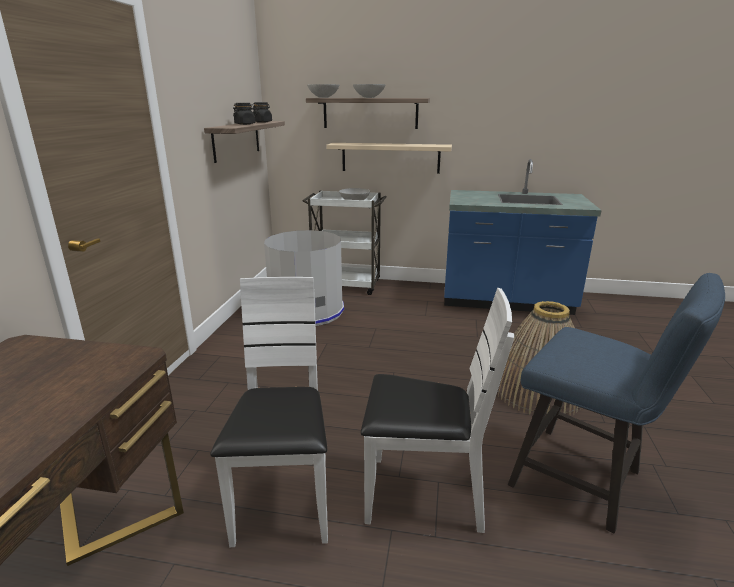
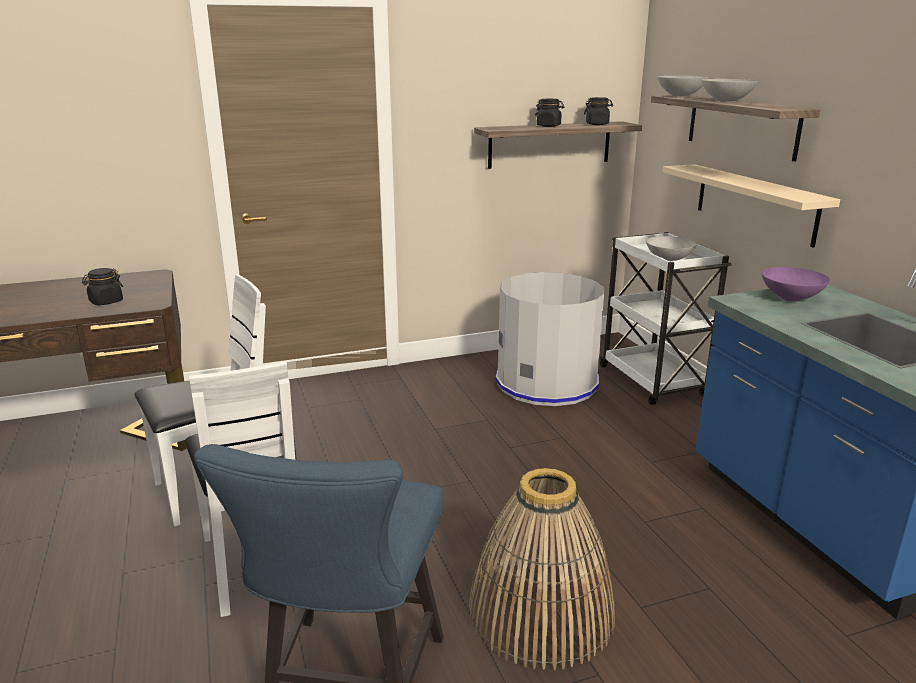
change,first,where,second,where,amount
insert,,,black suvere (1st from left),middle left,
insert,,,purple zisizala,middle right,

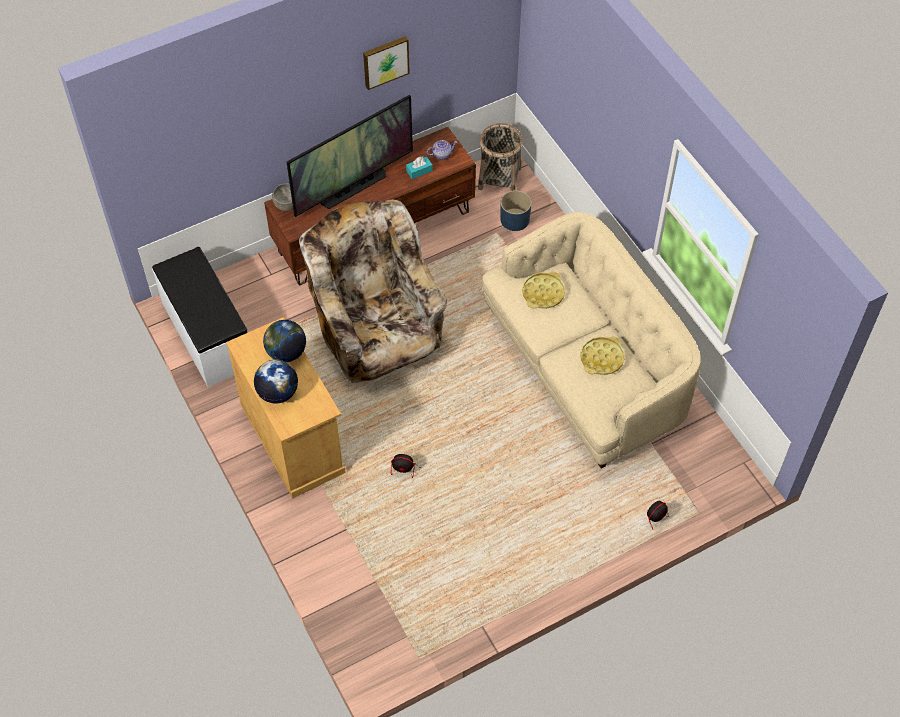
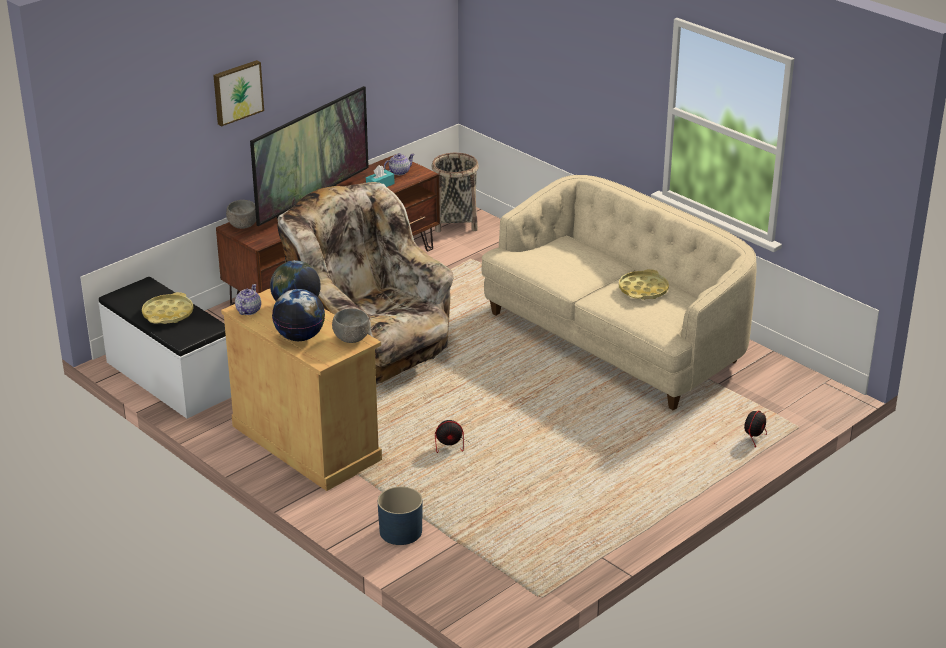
change,first,where,second,where,amount
move,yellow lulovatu (1st from left),centre,,middle left,
move,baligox,top centre,,top left,
insert,,,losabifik (1st from left),middle left,
insert,,,grey zisizala (2nd from left),centre,
move,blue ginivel,top centre,,bottom centre,

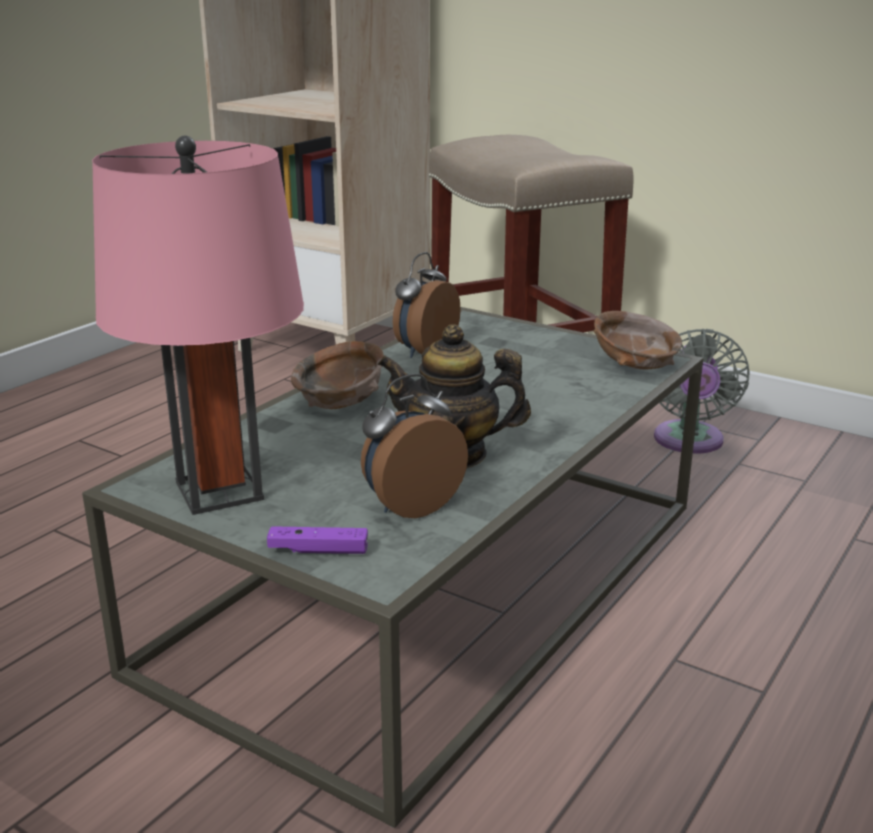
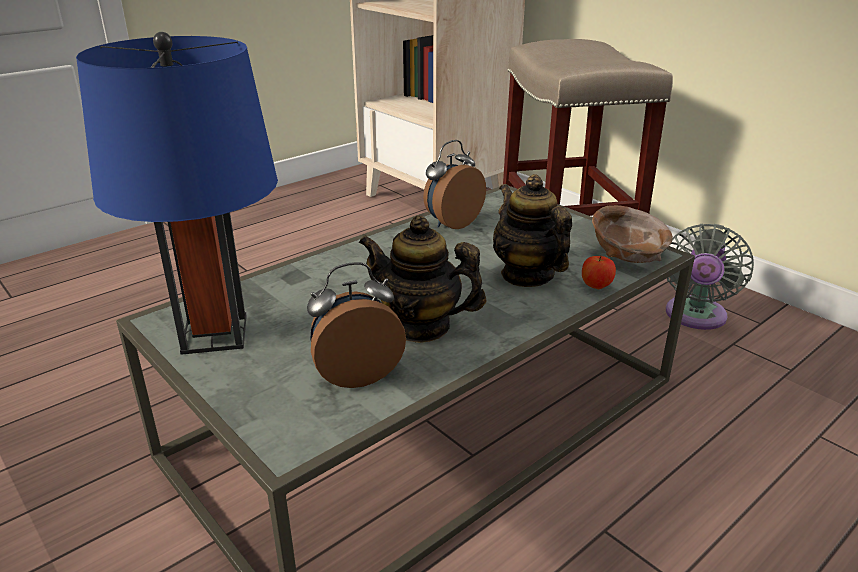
change,first,where,second,where,amount
recolor,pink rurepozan,middle left,blue rurepozan,middle left,
insert,,,losabifik (2nd from left),centre,
insert,,,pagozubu,middle right,
delete,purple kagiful,centre,,,
delete,brown zisizala (1st from left),centre,,,

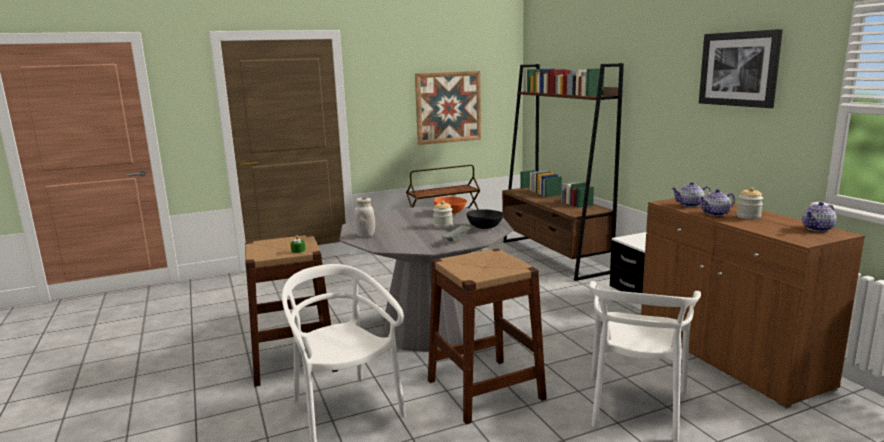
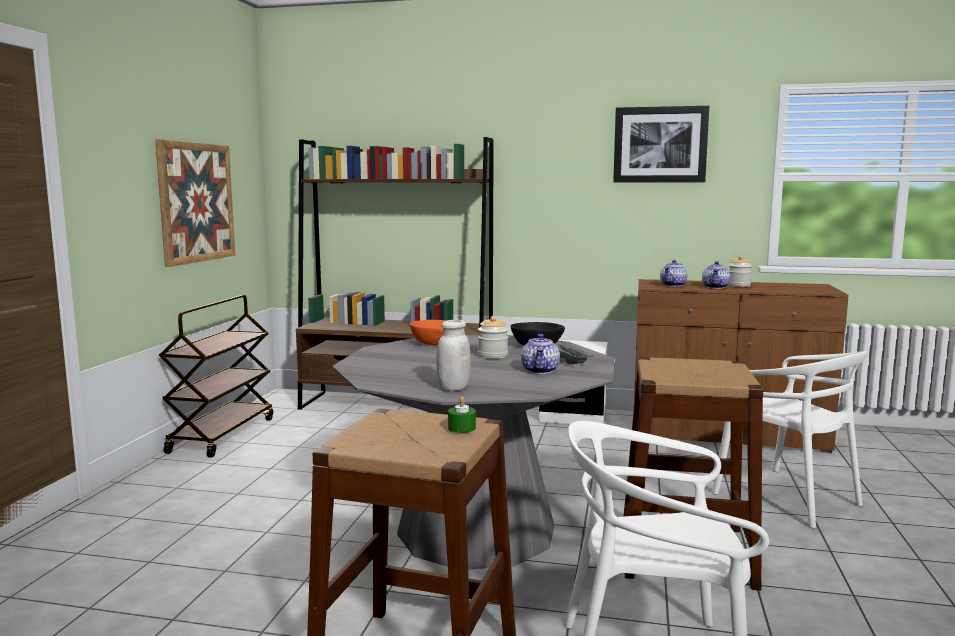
change,first,where,second,where,amount
move,losabifik (3rd from left in the first image),middle right,losabifik (1st from left),centre,

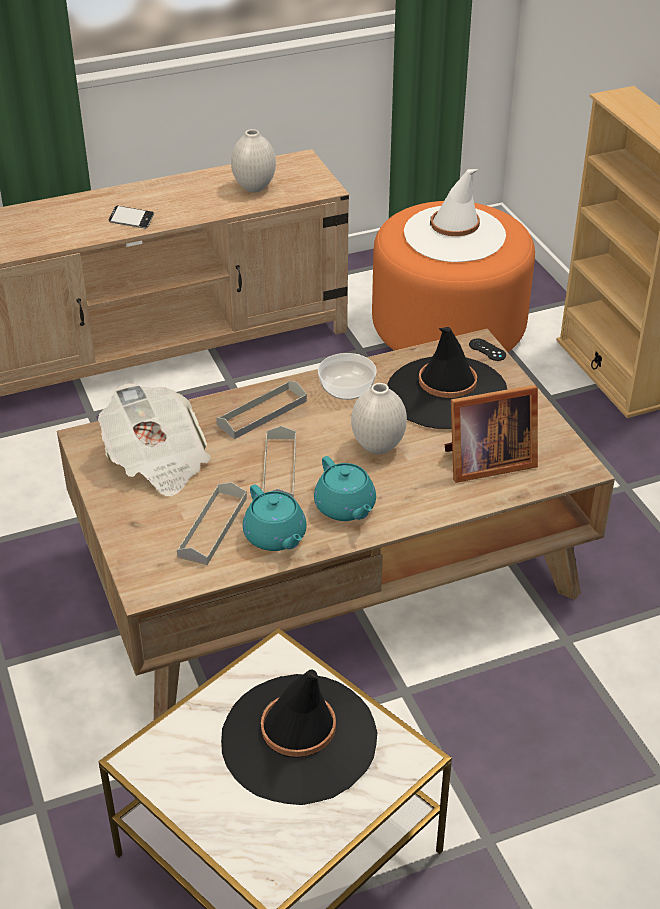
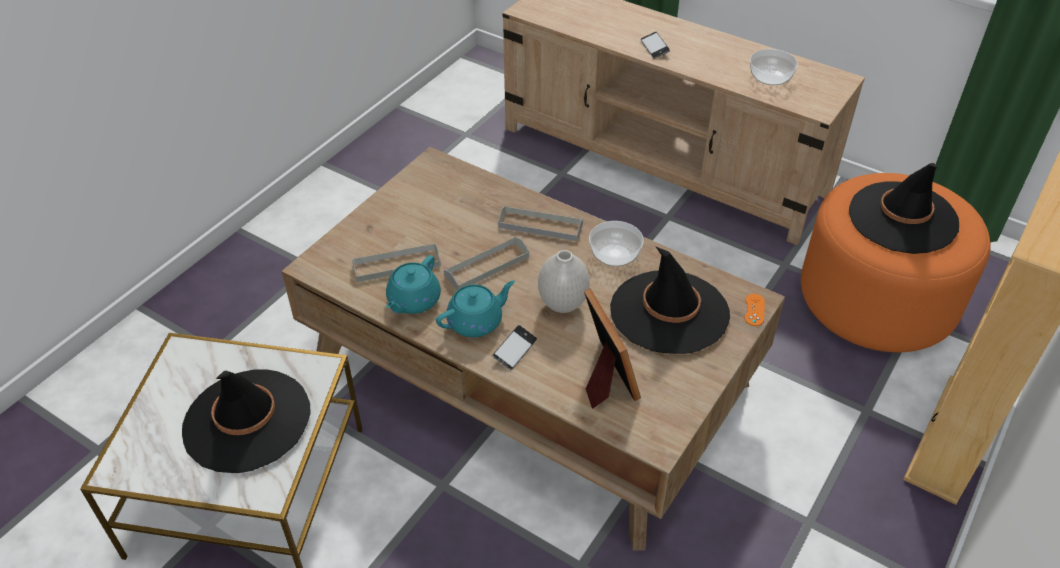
change,first,where,second,where,amount
rotate,turquoise losabifik (2nd from left),centre,,centre,150 degrees counterclockwise
insert,,,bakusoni (1st from left),centre,
rotate,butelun,middle right,,centre,150 degrees counterclockwise
recolor,black kagiful,middle right,orange kagiful,middle right,
replace,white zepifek (1st from left),top centre,zisizala (2nd from left),top right,
recolor,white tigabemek,top right,black tigabemek (3rd from left),middle right,
delete,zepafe,middle left,,,

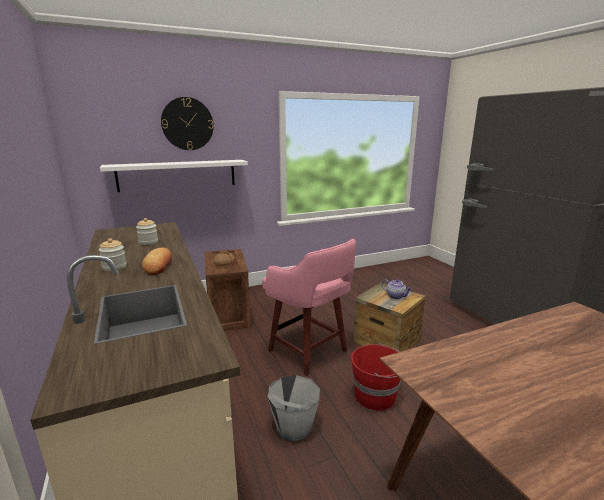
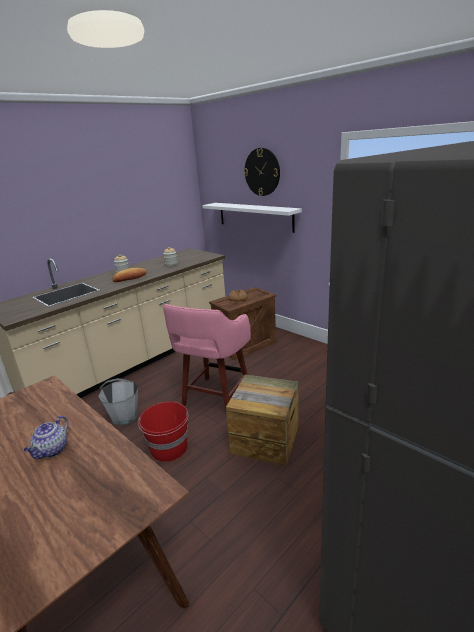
change,first,where,second,where,amount
move,losabifik,centre,,bottom left,

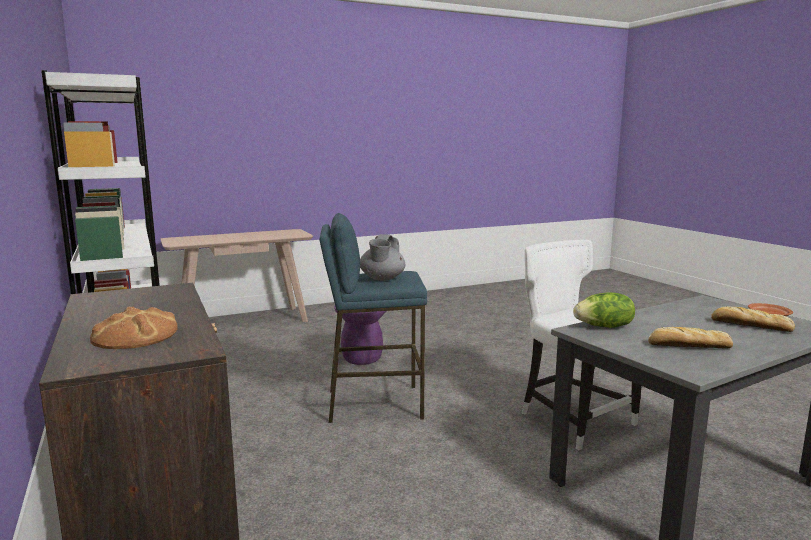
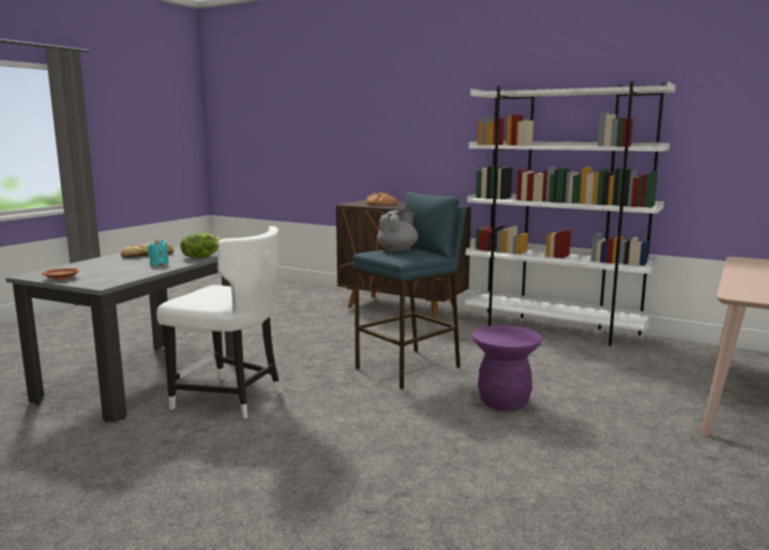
change,first,where,second,where,amount
insert,,,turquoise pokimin,middle left,
rotate,grey losabifik,centre,,centre,60 degrees clockwise
delete,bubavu (3rd from left),middle right,,,

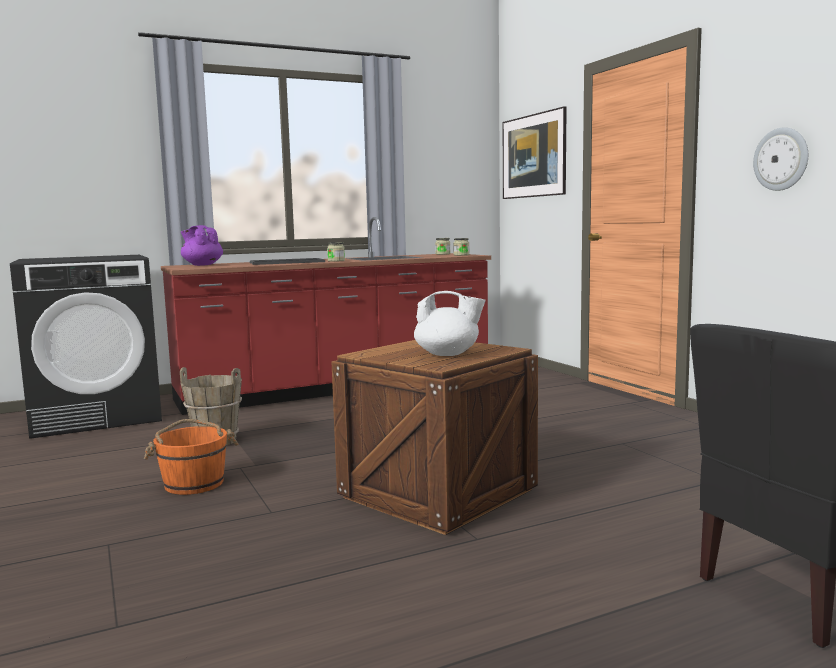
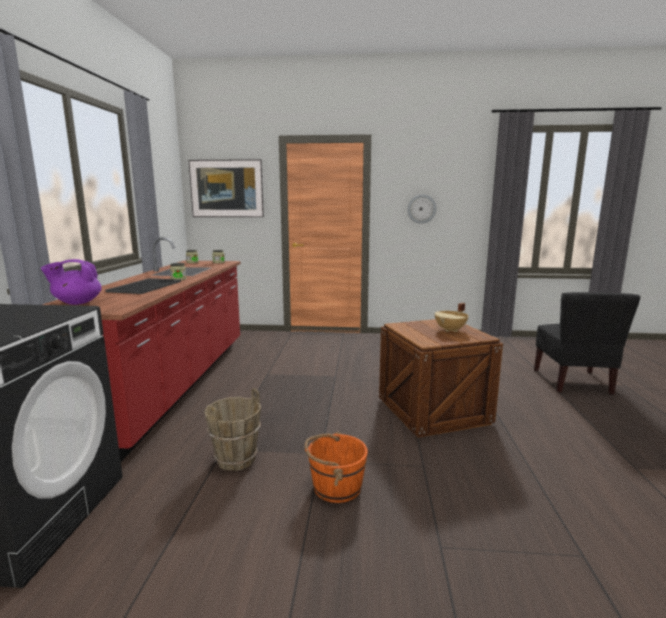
change,first,where,second,where,amount
replace,white losabifik,centre,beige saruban,middle right,

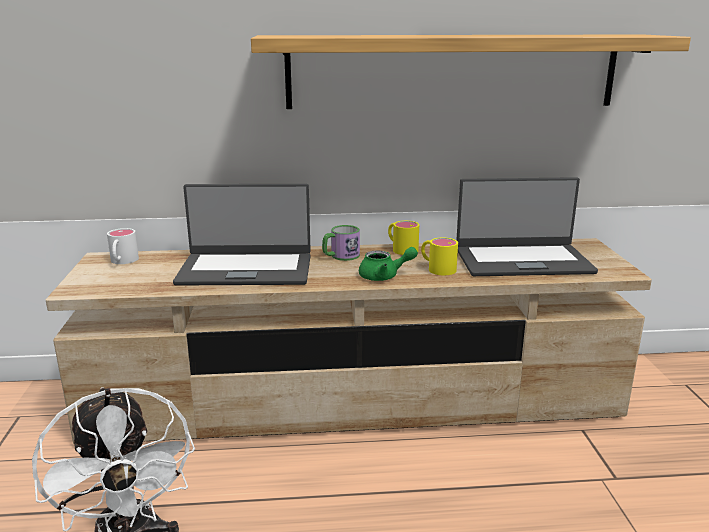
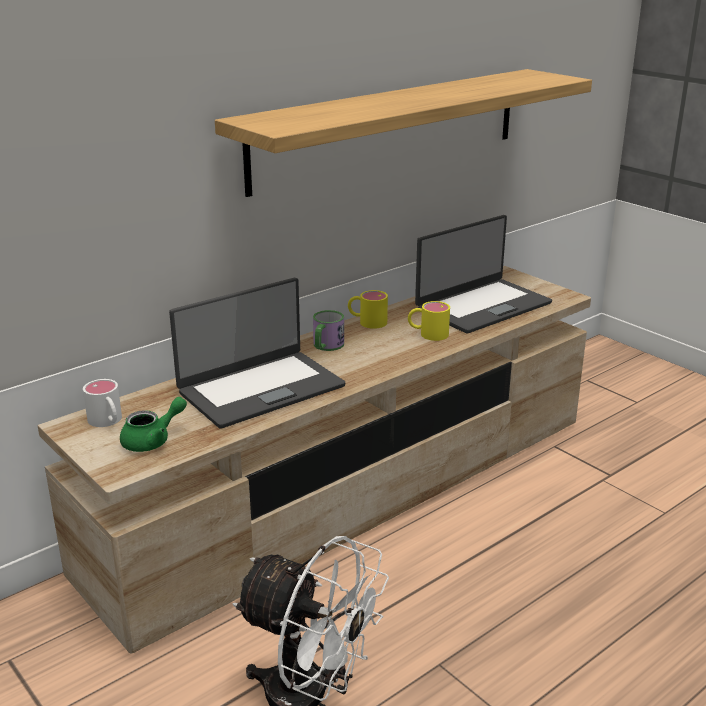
change,first,where,second,where,amount
move,green losabifik,centre,,middle left,

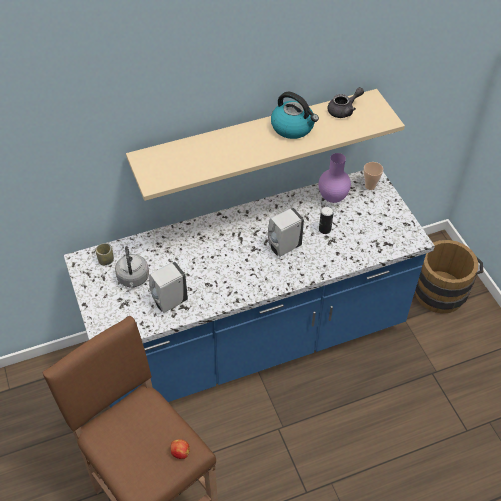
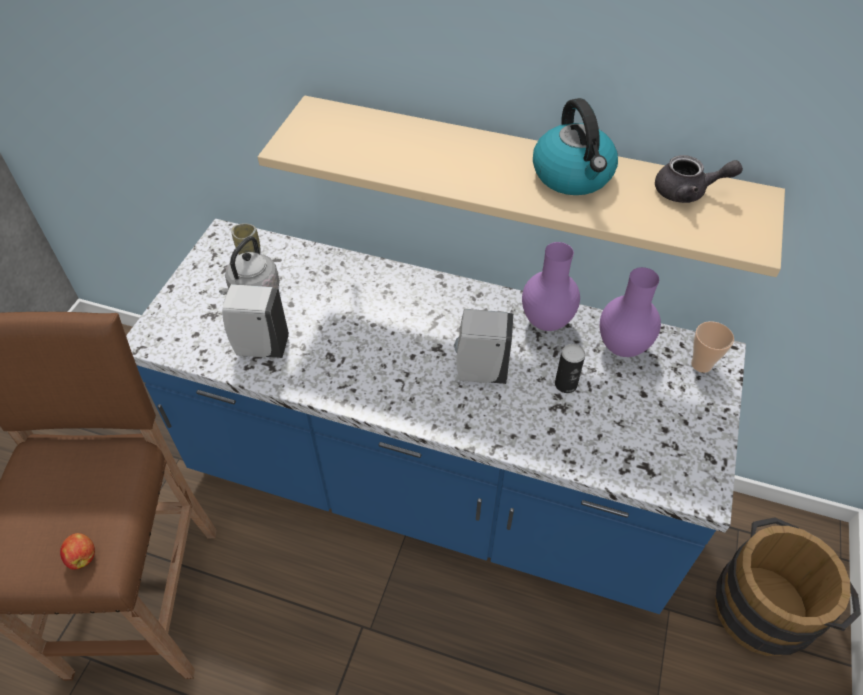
change,first,where,second,where,amount
insert,,,purple zepifek (1st from left),centre,

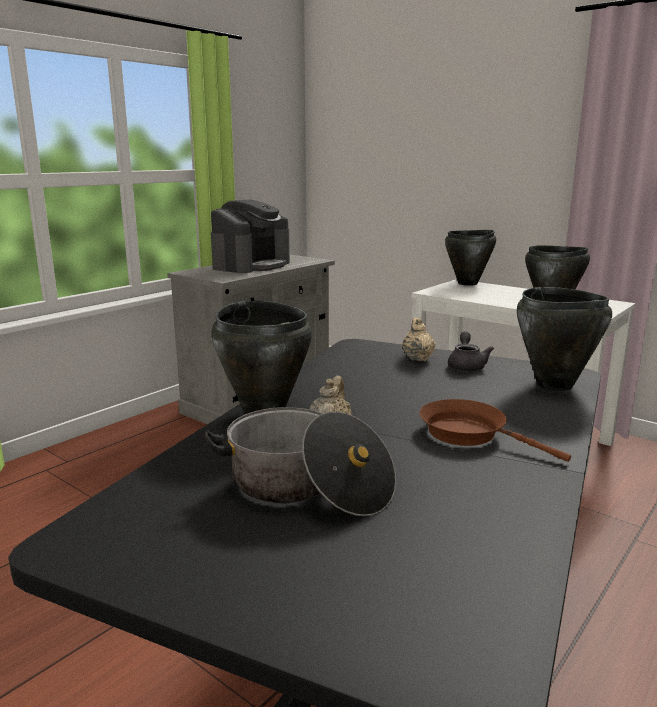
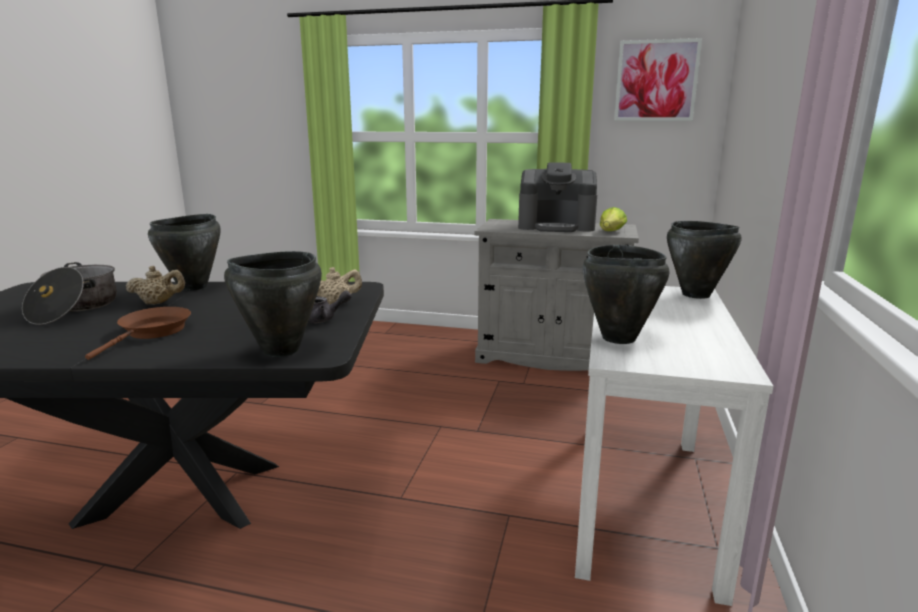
change,first,where,second,where,amount
insert,,,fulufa,middle right,
insert,,,baligox,top right,

